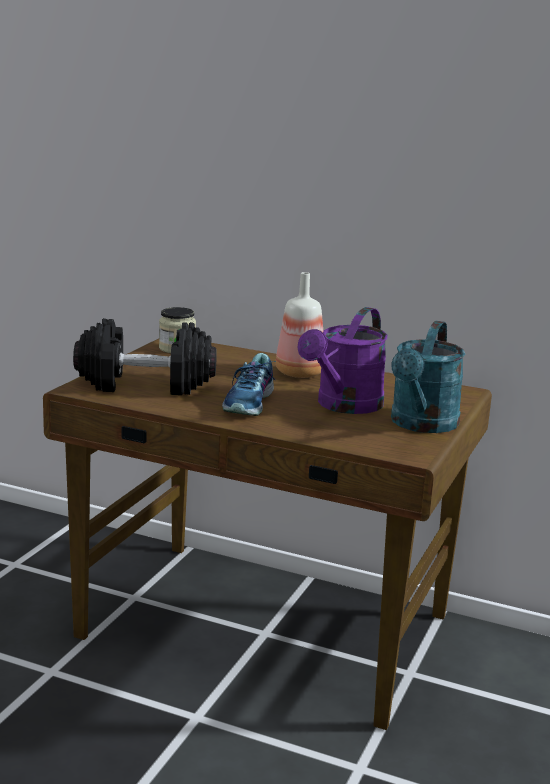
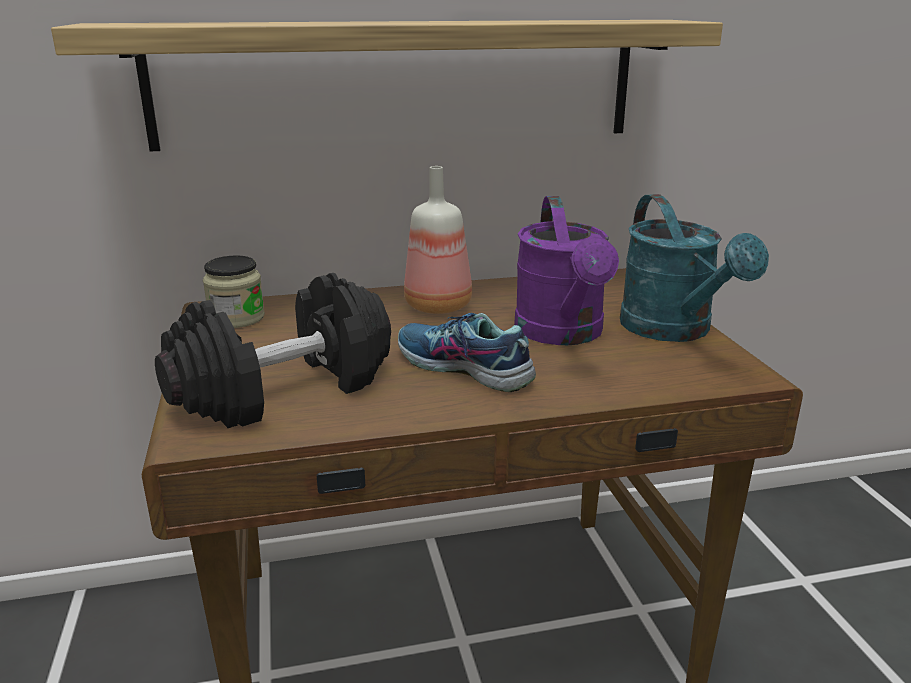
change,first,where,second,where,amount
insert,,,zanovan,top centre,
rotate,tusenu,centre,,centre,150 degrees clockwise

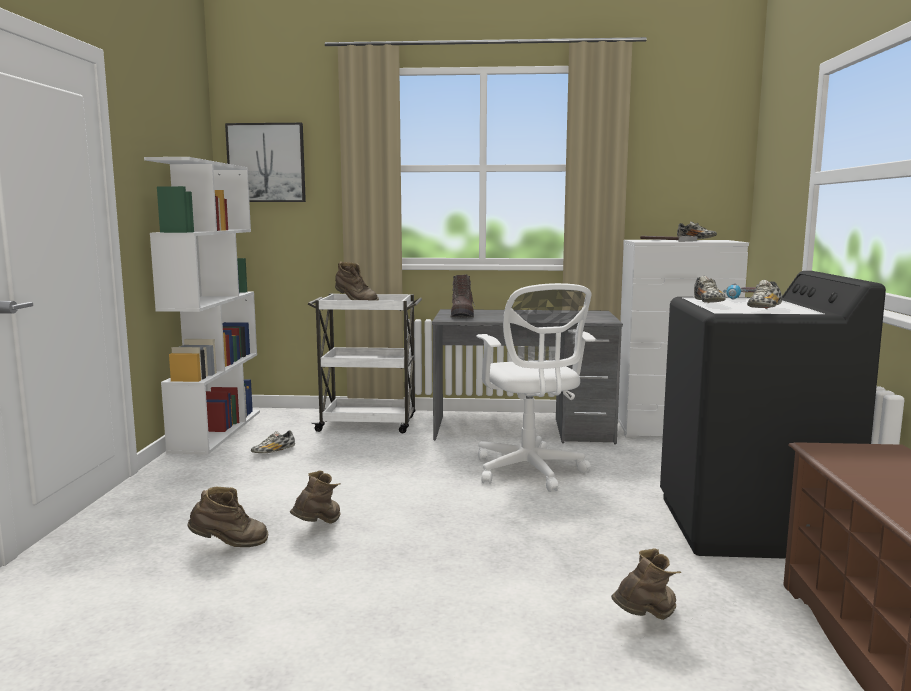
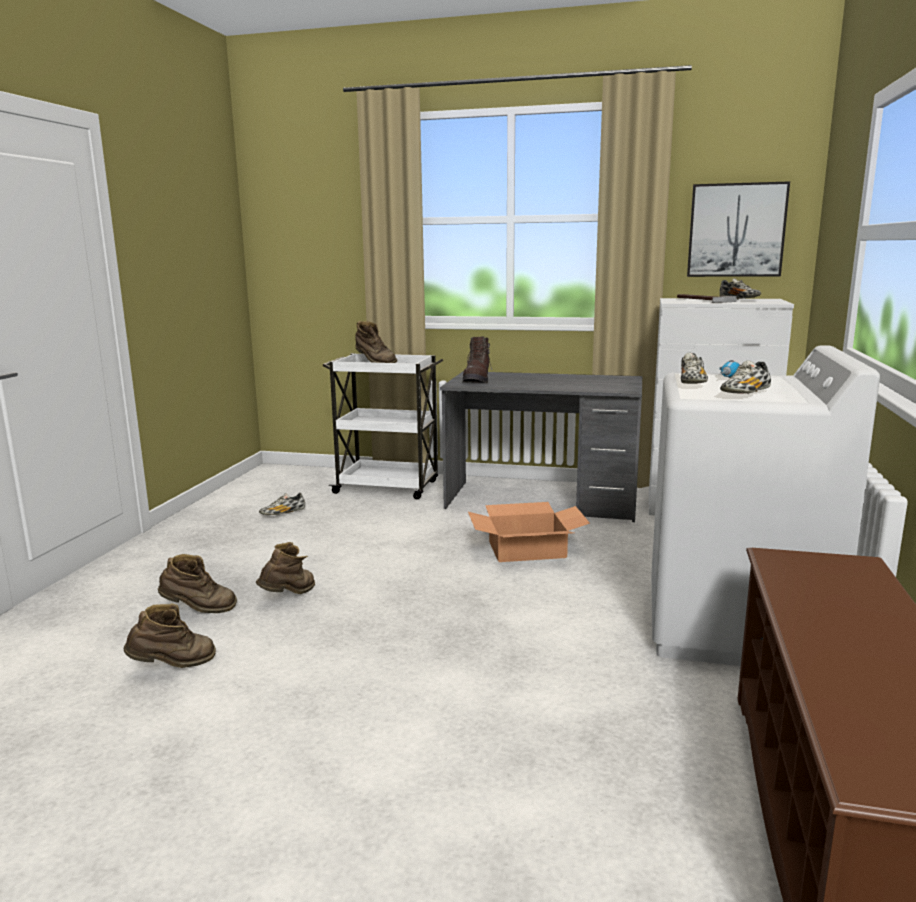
change,first,where,second,where,amount
move,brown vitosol (5th from left in the first image),bottom right,brown vitosol (1st from left),bottom left,
replace,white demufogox,centre,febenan,centre,
recolor,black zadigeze,middle right,white zadigeze,middle right,
move,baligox,top left,,top right,
delete,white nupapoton,middle left,,,

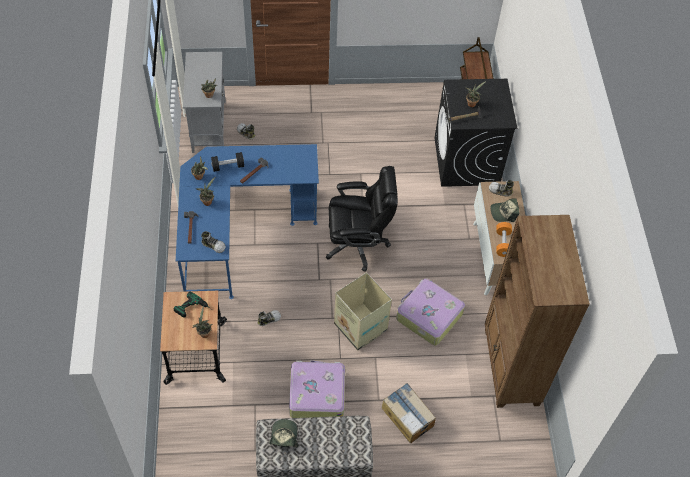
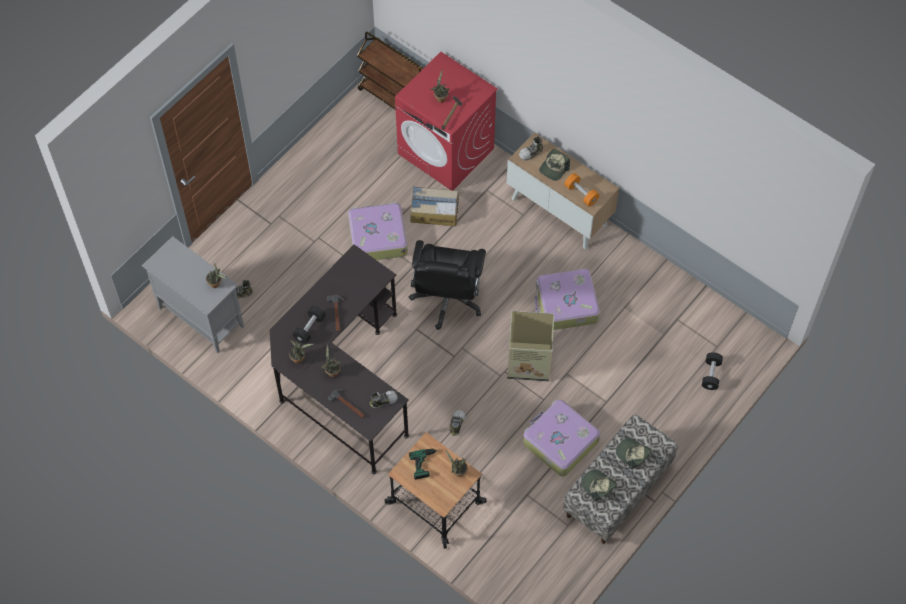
change,first,where,second,where,amount
recolor,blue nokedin,centre,black nokedin,centre,
insert,,,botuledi (1st from left),centre,
recolor,black zadigeze,top right,red zadigeze,top centre,
rotate,black demufogox,centre,,centre,150 degrees clockwise
move,febenan (2nd from left in the first image),bottom centre,febenan (1st from left),centre,
insert,,,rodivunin (3rd from left),bottom right,
insert,,,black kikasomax (2nd from left),middle right,
delete,brown nupapoton,middle right,,,

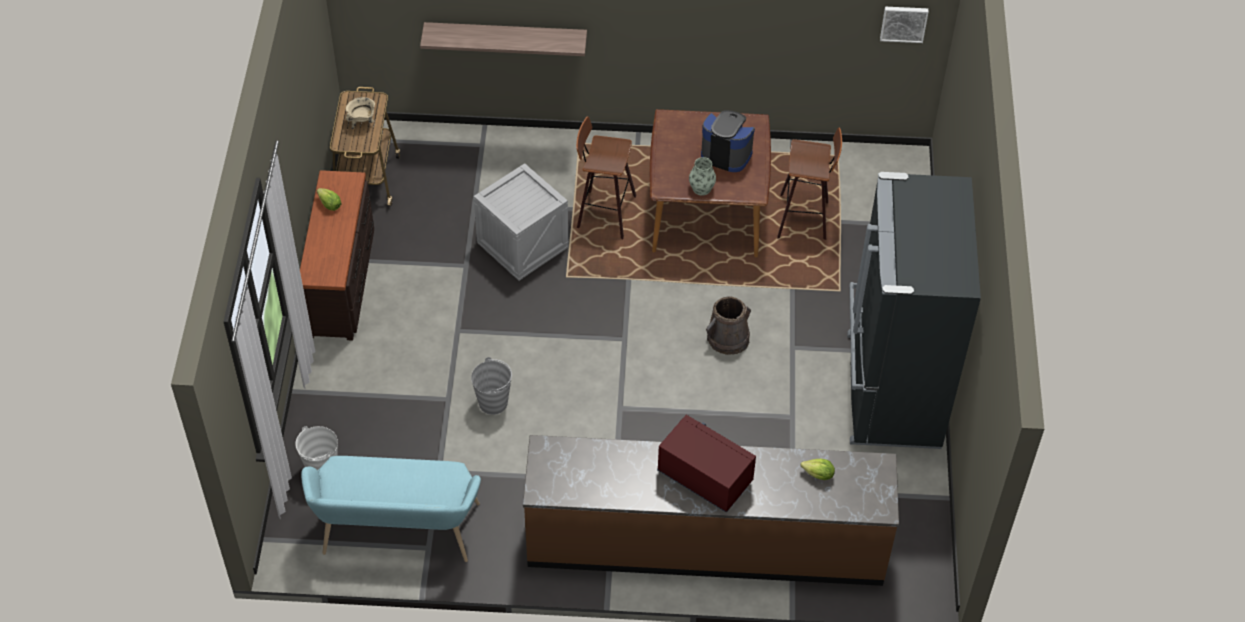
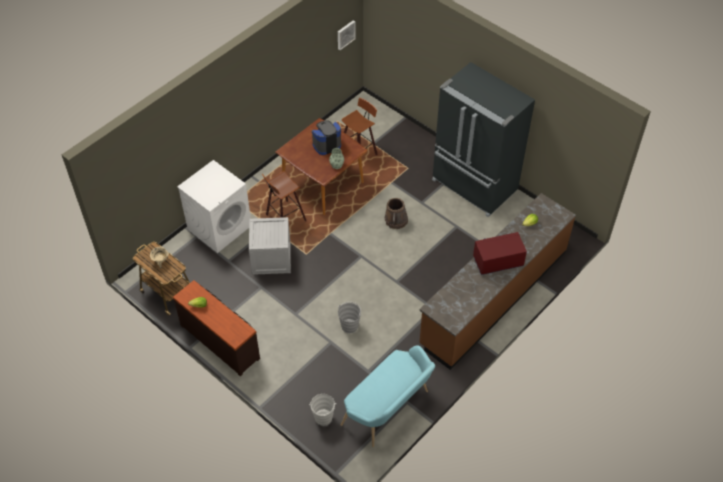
change,first,where,second,where,amount
insert,,,white zadigeze,middle left,
delete,zanovan,top centre,,,

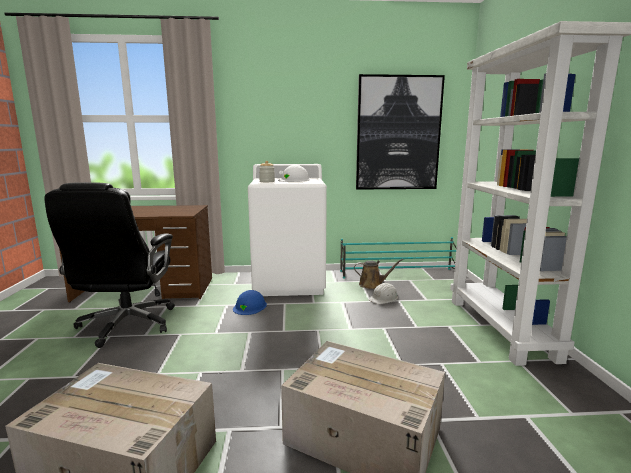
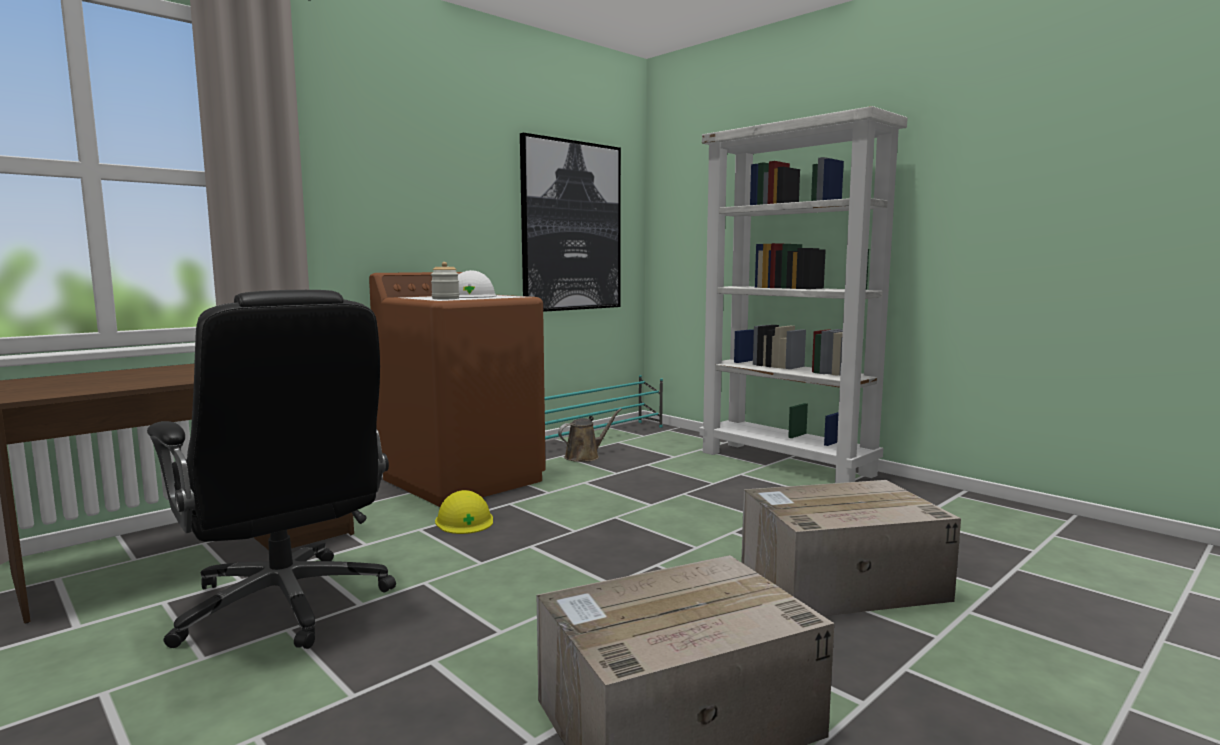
change,first,where,second,where,amount
recolor,white zadigeze,centre,brown zadigeze,centre,
recolor,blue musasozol,centre,yellow musasozol,bottom centre,
delete,white musasozol (2nd from left),centre,,,

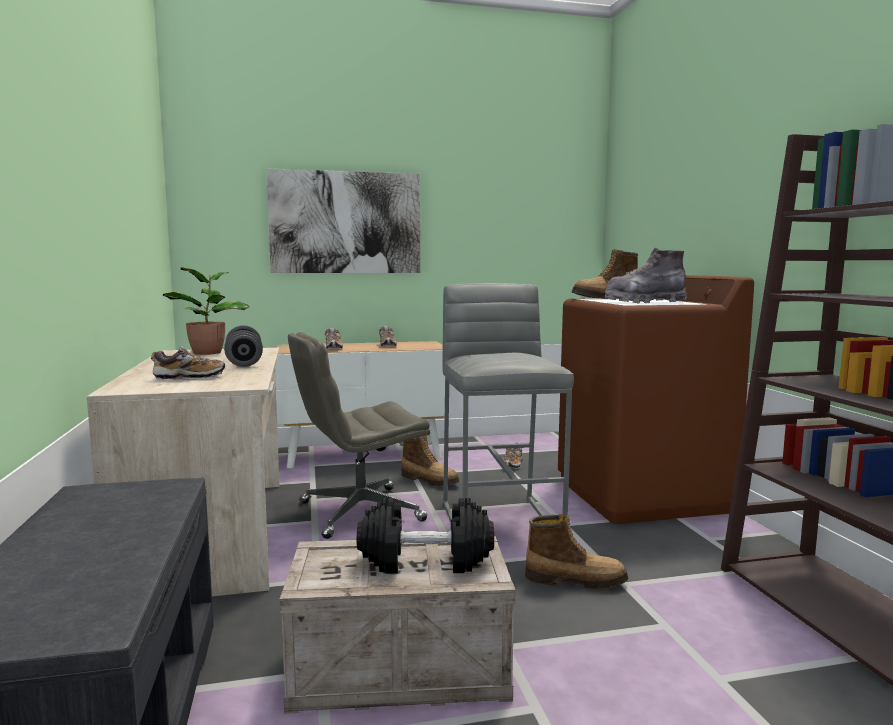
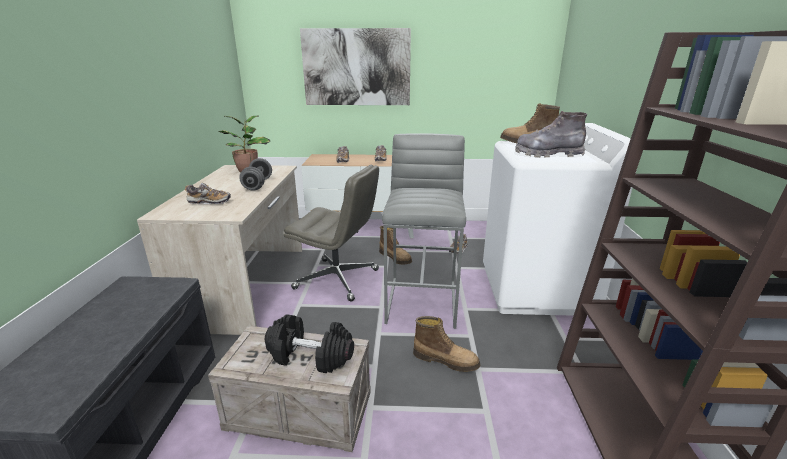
change,first,where,second,where,amount
rotate,grey demufogox,centre,,centre,150 degrees counterclockwise
recolor,brown zadigeze,middle right,white zadigeze,middle right,

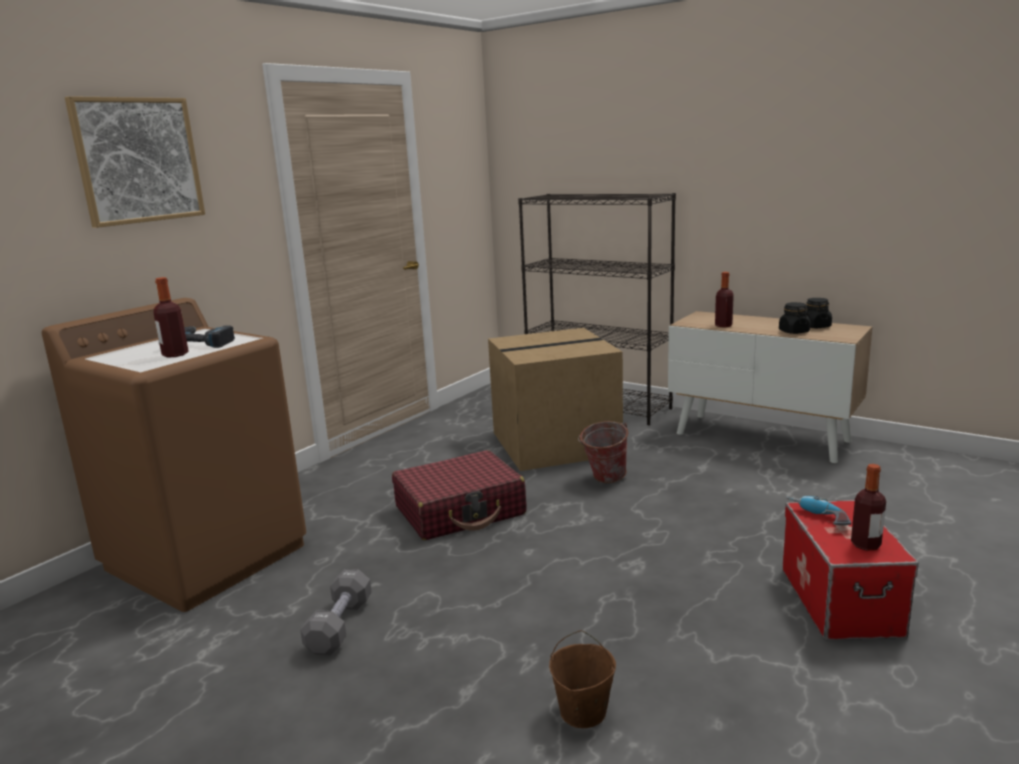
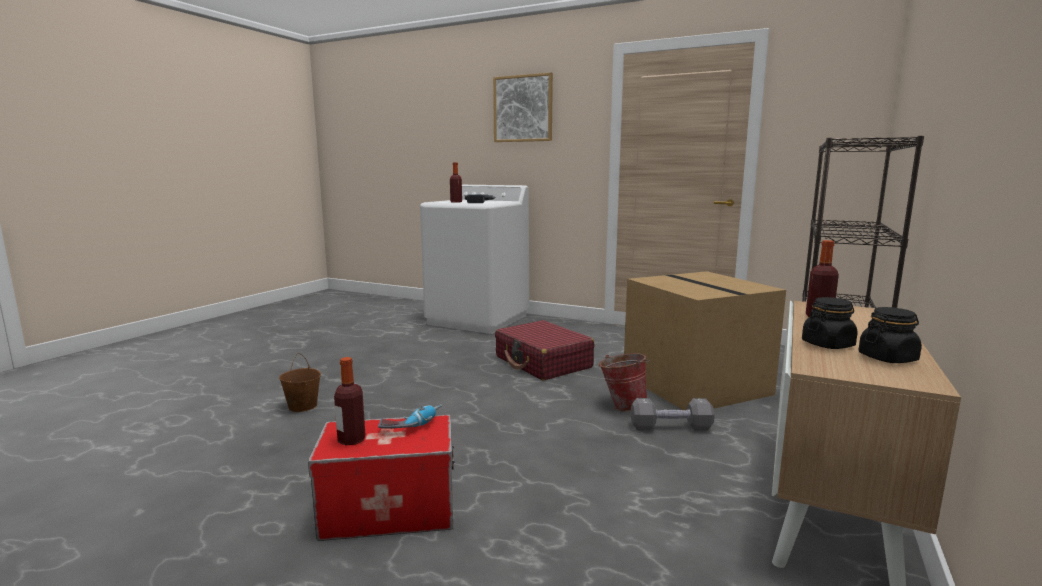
change,first,where,second,where,amount
recolor,brown zadigeze,middle left,white zadigeze,centre,
move,grey kikasomax,bottom left,,bottom centre,

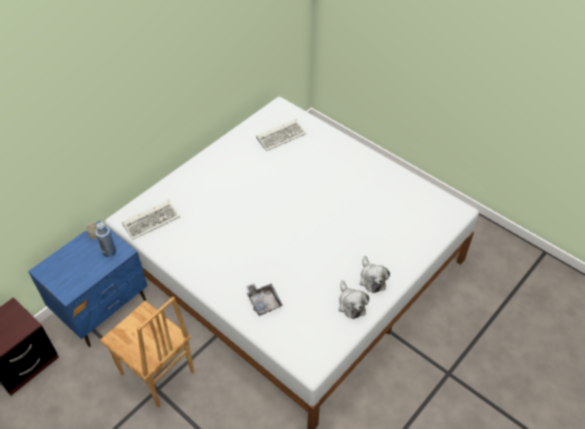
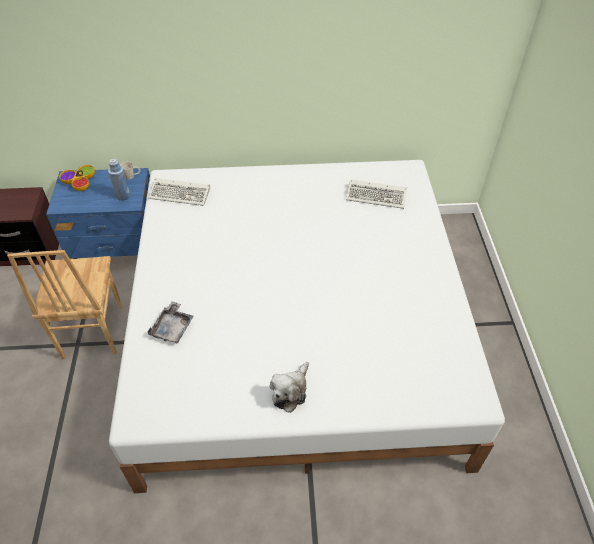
change,first,where,second,where,amount
insert,,,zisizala,top left,
delete,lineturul (1st from left),bottom centre,,,

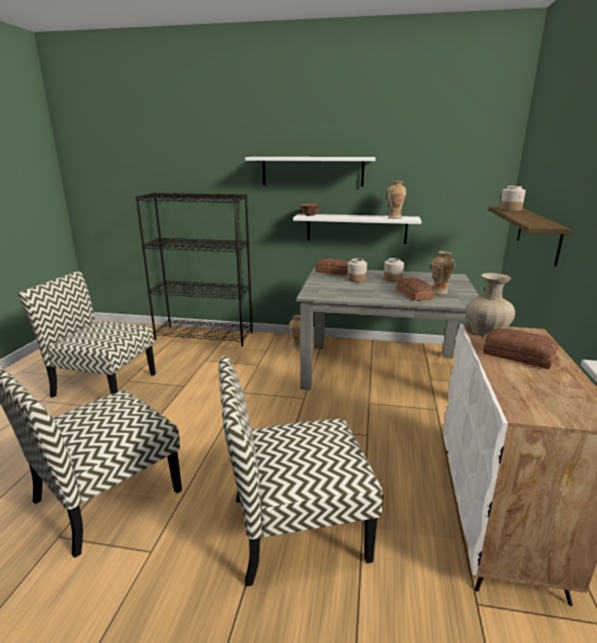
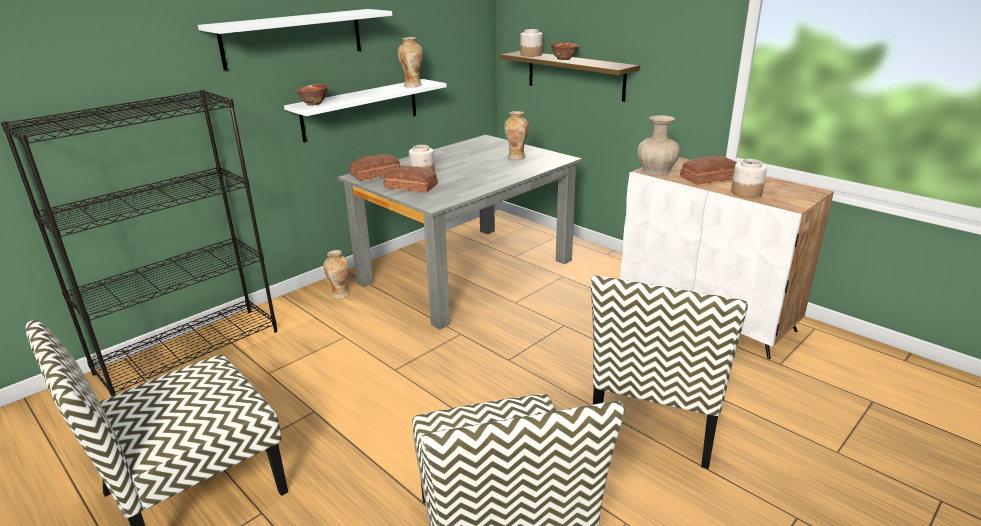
change,first,where,second,where,amount
move,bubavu (2nd from left),middle right,,centre,
insert,,,zisizala (2nd from left),top centre,
move,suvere (2nd from left in the first image),centre,suvere (3rd from left),middle right,

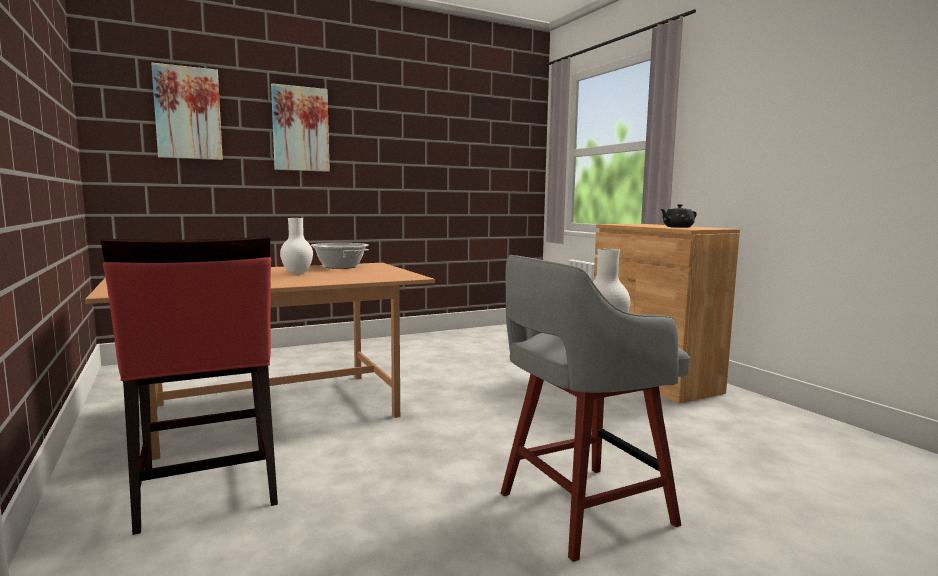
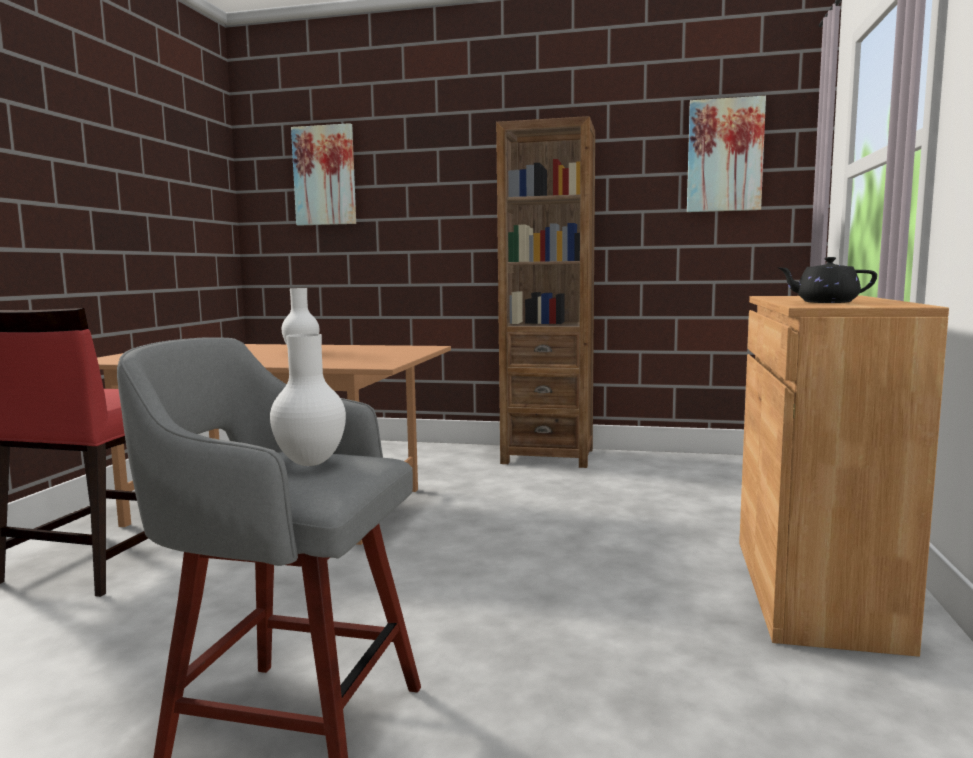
change,first,where,second,where,amount
insert,,,brown nupapoton,centre,
move,baligox (2nd from left),top left,,top right,
delete,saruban,centre,,,

